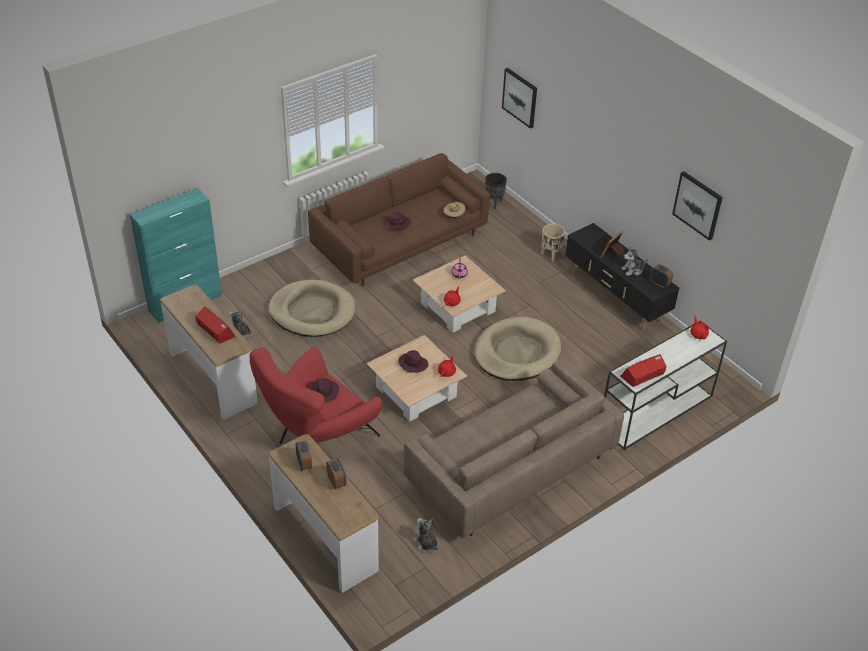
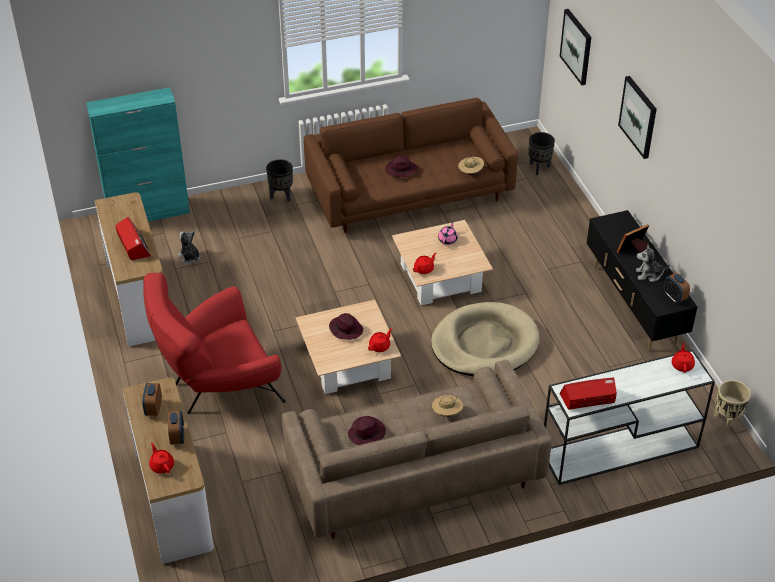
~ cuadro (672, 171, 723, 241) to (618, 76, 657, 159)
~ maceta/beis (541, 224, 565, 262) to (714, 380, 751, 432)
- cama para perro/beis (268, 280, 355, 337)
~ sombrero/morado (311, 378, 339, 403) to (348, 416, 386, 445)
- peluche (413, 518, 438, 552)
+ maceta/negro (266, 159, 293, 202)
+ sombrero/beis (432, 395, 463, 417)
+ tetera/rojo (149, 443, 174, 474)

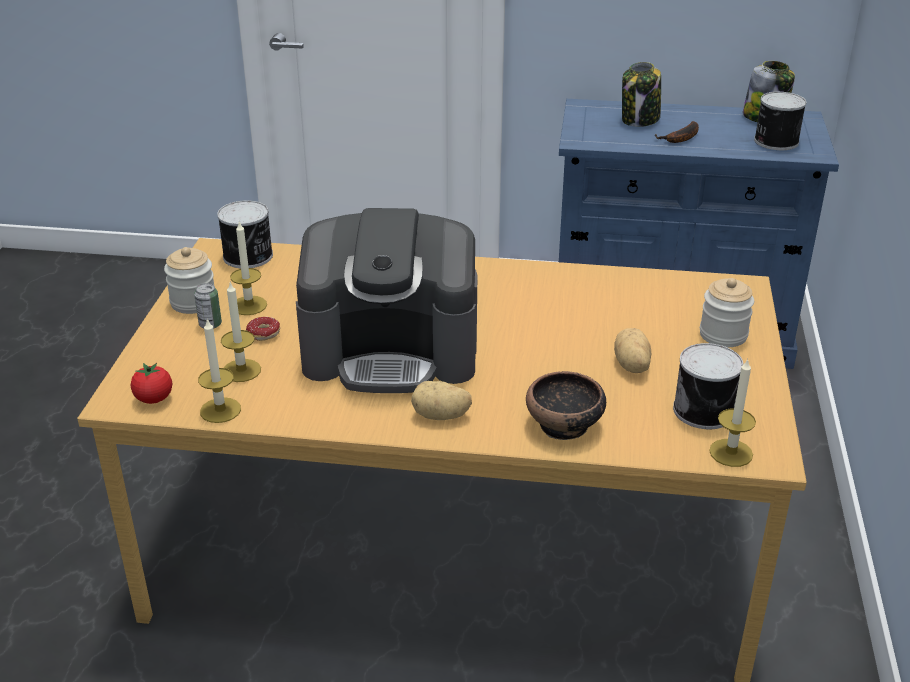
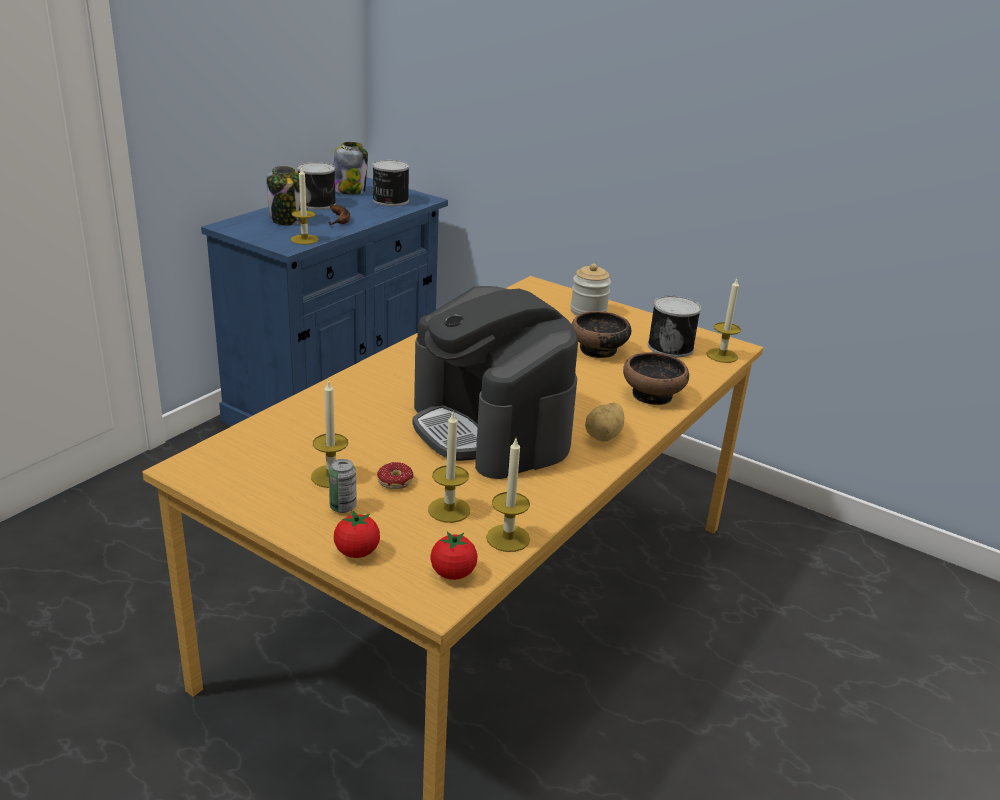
~ lata (217, 200, 273, 268) to (297, 162, 336, 210)
~ cafetera (296, 208, 477, 393) = (413, 286, 578, 479) 120 degrees clockwise
- tarro (164, 247, 214, 314)
~ patata (614, 328, 651, 373) to cuenco (572, 311, 631, 358)
+ vela (291, 168, 318, 244)
+ tomate (334, 510, 380, 558)

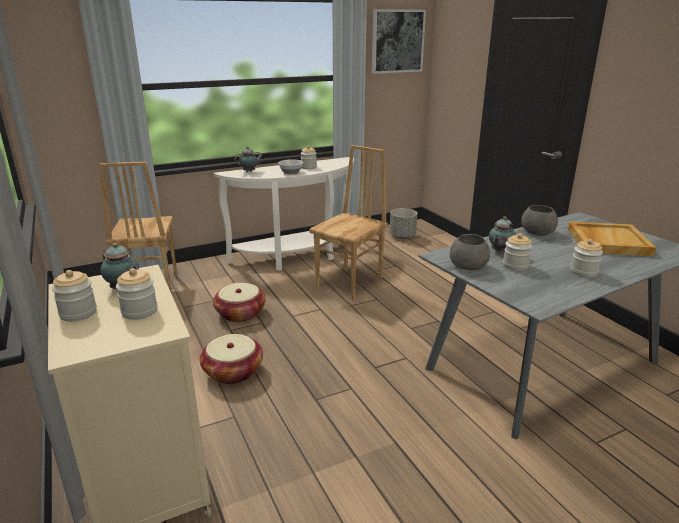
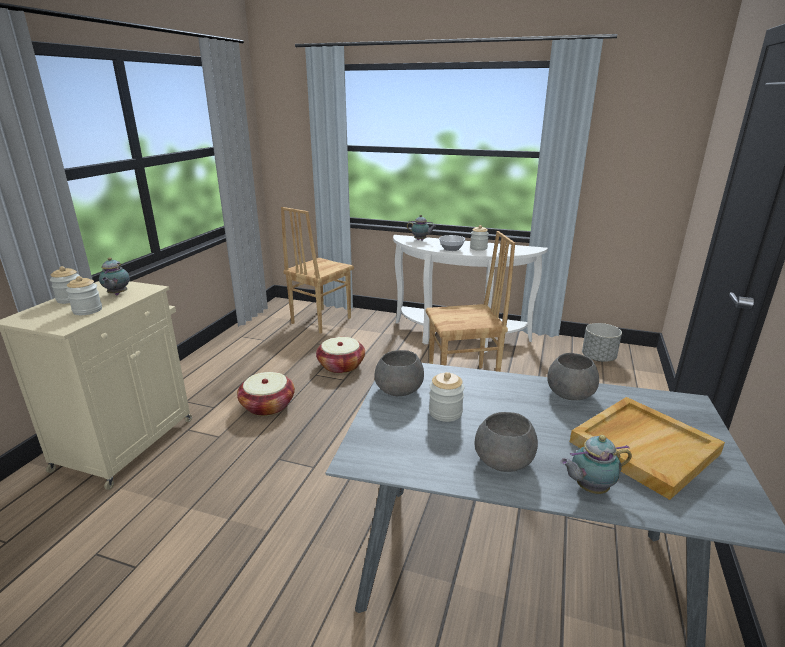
- cuadro (372, 9, 426, 74)
~ tetera (489, 217, 516, 253) to (560, 435, 632, 494)
~ tarro (571, 239, 603, 277) to cuenco/gris (474, 412, 538, 472)

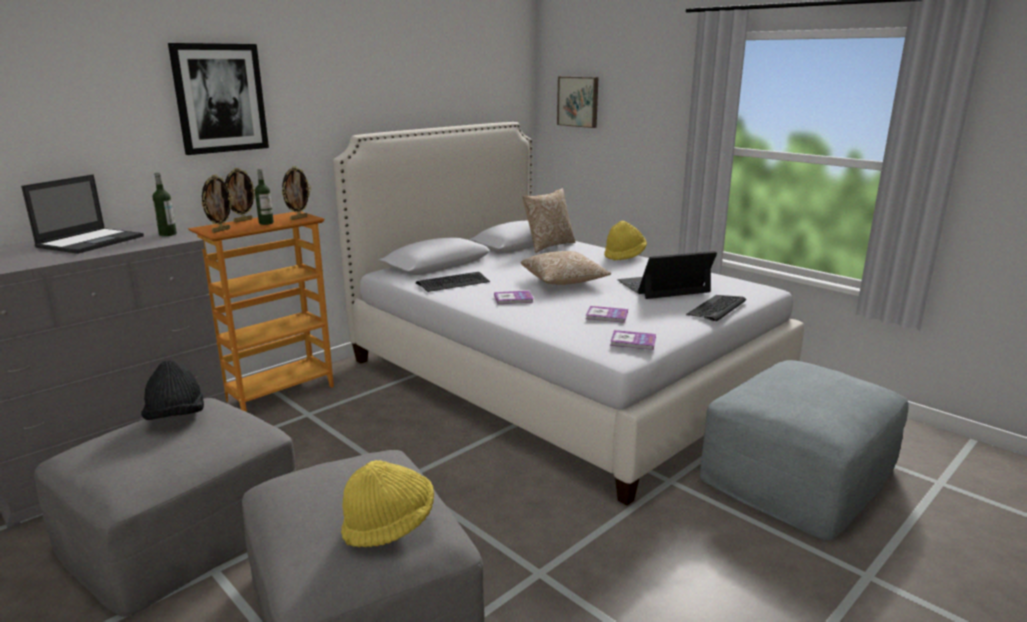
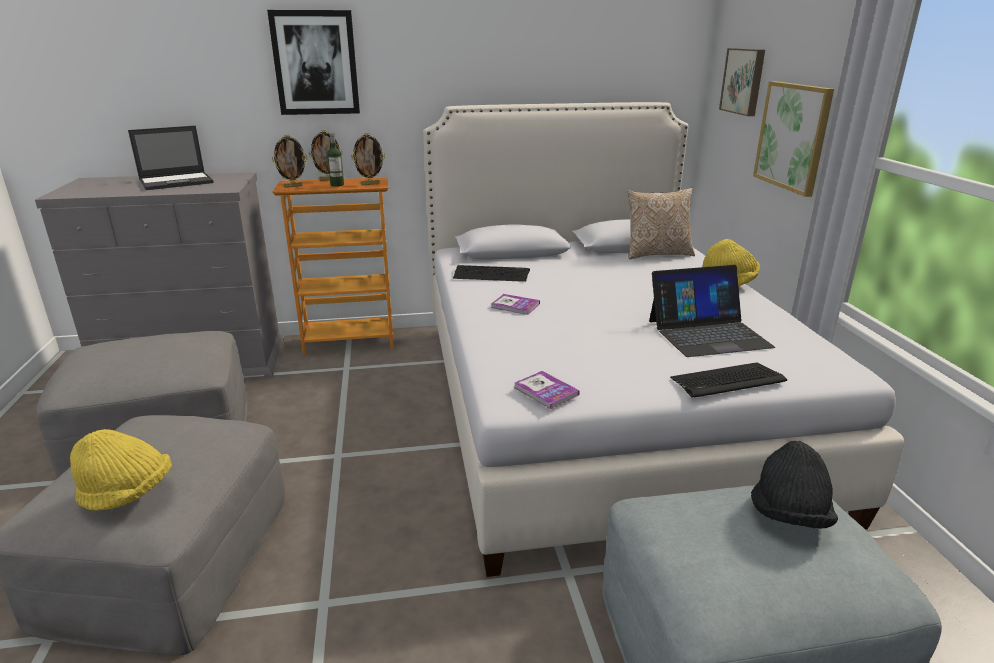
- botella (152, 172, 177, 236)
- cojín (521, 251, 611, 285)
~ portátil (617, 251, 717, 299) = (649, 265, 775, 357) 150 degrees clockwise
- libro (586, 306, 628, 323)
~ sombrero/negro (141, 360, 204, 420) to (751, 441, 838, 529)
+ cuadro (753, 81, 834, 197)

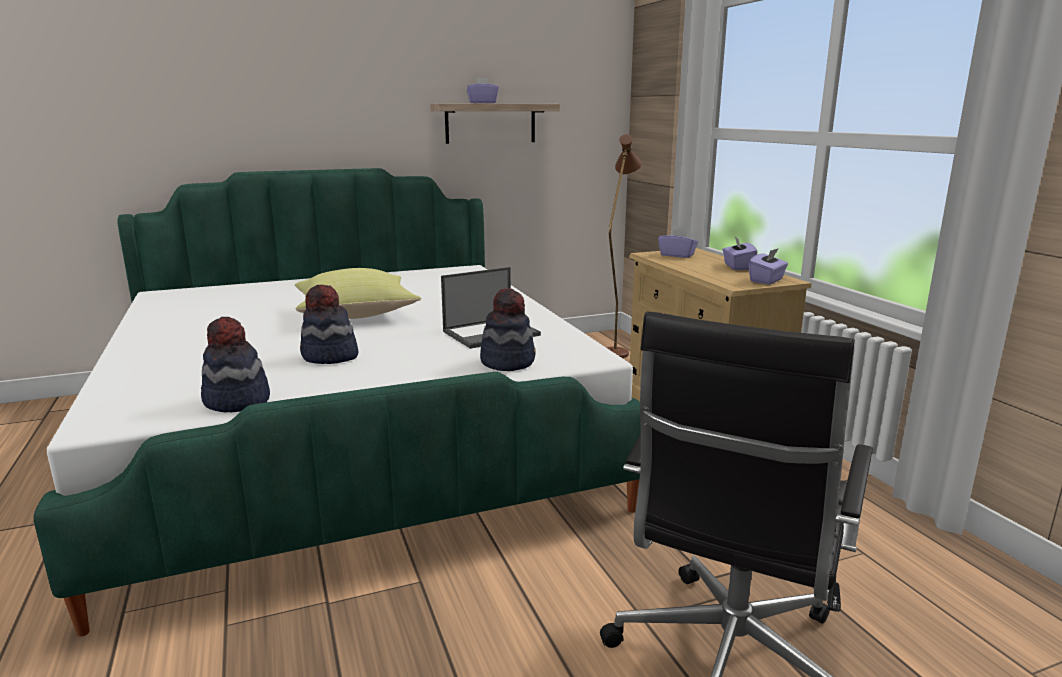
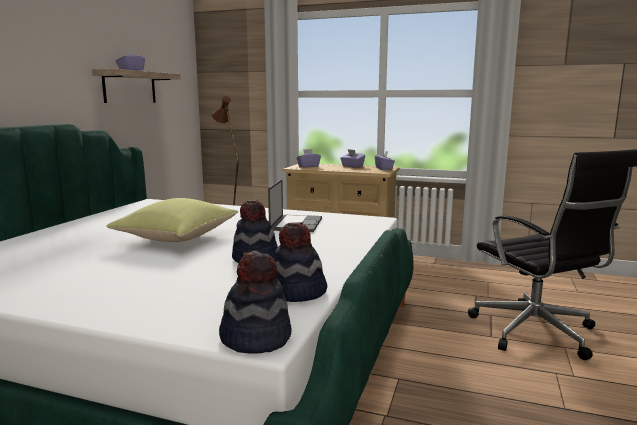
~ sombrero (480, 288, 536, 371) to (219, 251, 291, 354)

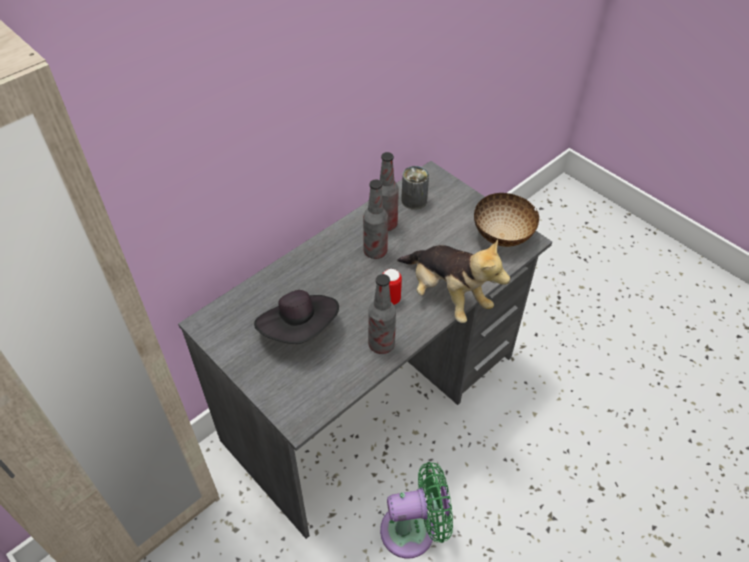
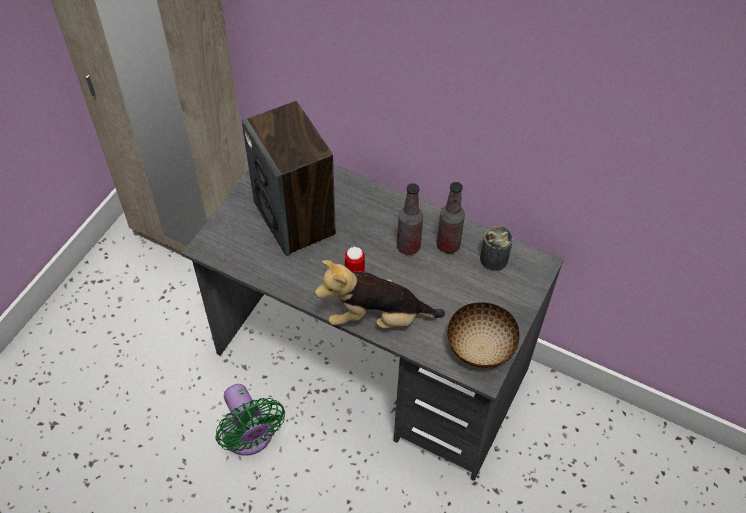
~ peluche (397, 239, 510, 323) = (315, 260, 445, 328) 60 degrees clockwise
- botella (368, 274, 396, 354)
~ sombrero/negro (254, 290, 339, 344) to altavoz (242, 101, 336, 256)

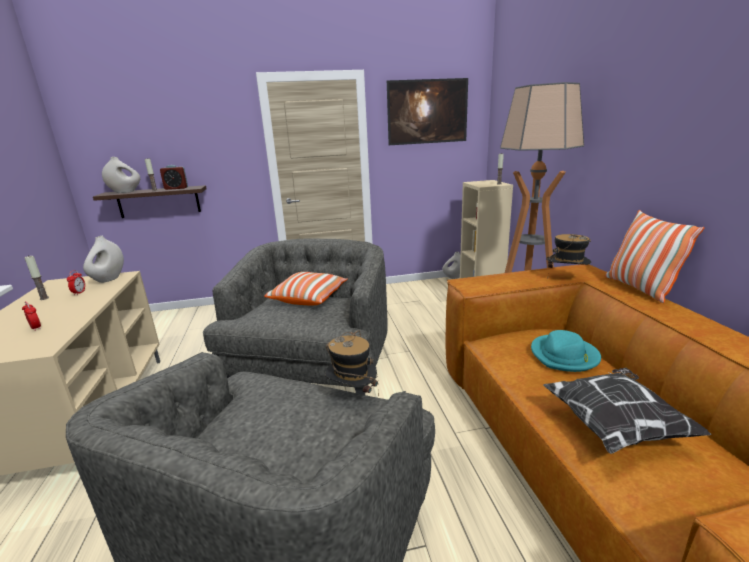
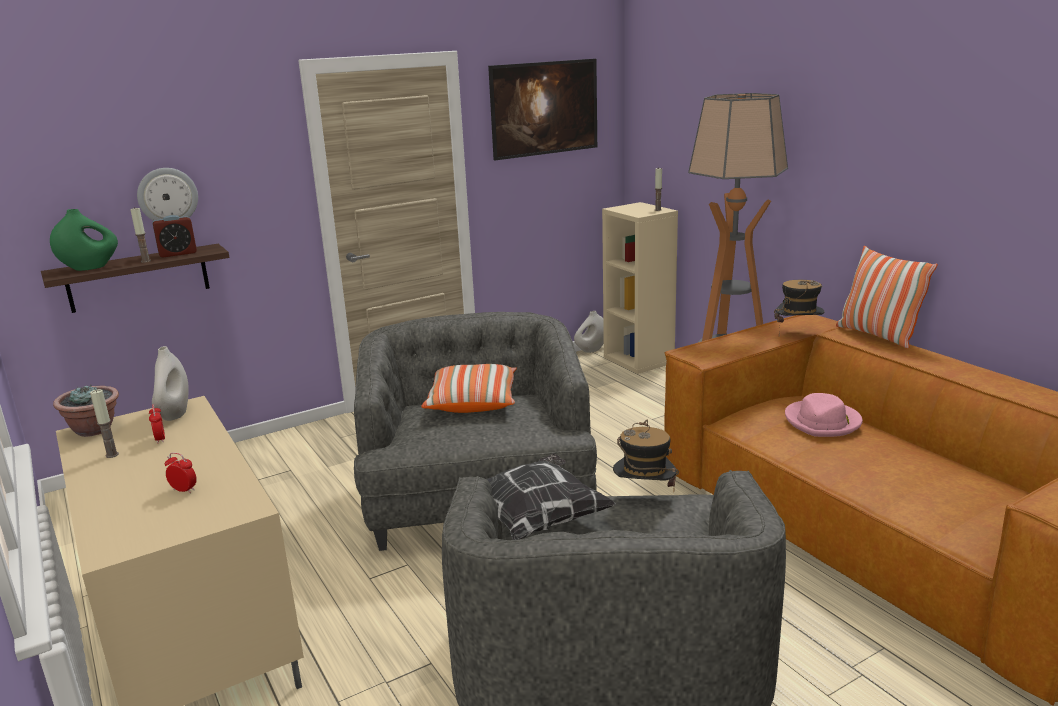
~ florero/blanco (102, 157, 140, 193) to florero/verde (50, 209, 118, 271)
~ sombrero/turquesa (531, 330, 601, 372) to sombrero/rosa (785, 393, 863, 437)
~ cojín (543, 368, 712, 454) to (487, 453, 616, 540)
+ reloj de pared (137, 168, 198, 221)
+ planta en maceta (53, 384, 119, 437)

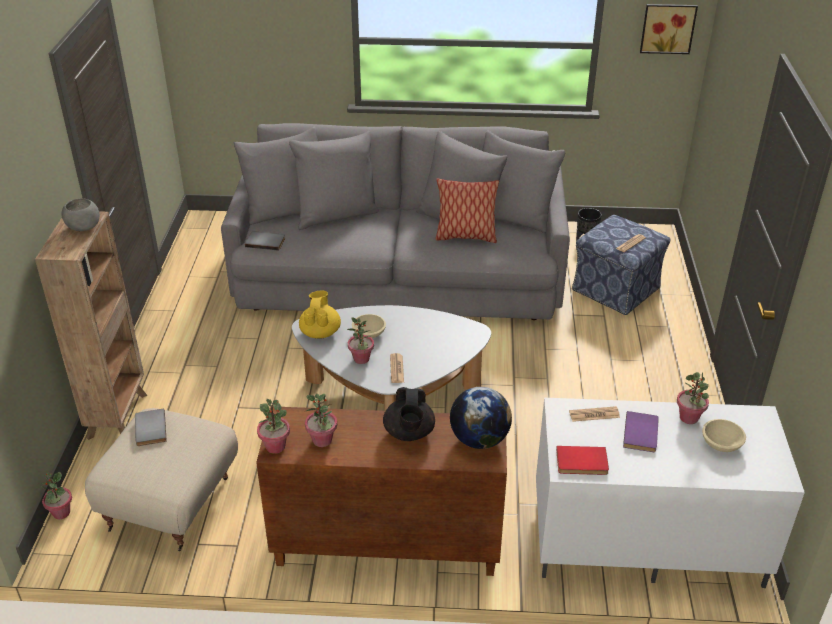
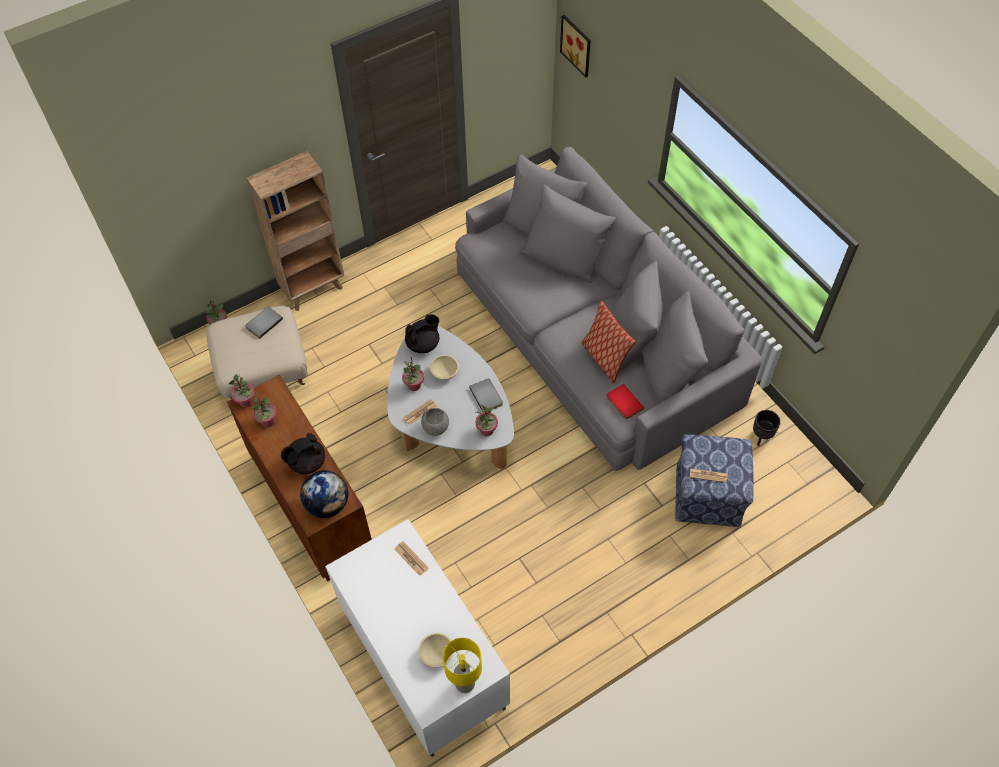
~ cuadro (640, 4, 698, 54) to (560, 15, 591, 78)
~ cuenco/gris (61, 198, 100, 231) to (421, 408, 449, 436)
~ libro/gris (245, 231, 285, 251) to (469, 378, 503, 411)
~ tetera/amarillo (299, 290, 341, 339) to tetera/negro (405, 314, 440, 353)
~ planta en maceta (677, 372, 709, 424) to (475, 404, 498, 436)
- libro/morado (623, 411, 659, 452)
~ libro/rojo (556, 446, 609, 475) to (606, 384, 644, 420)
+ lámpara de mesa/amarillo (443, 638, 482, 693)

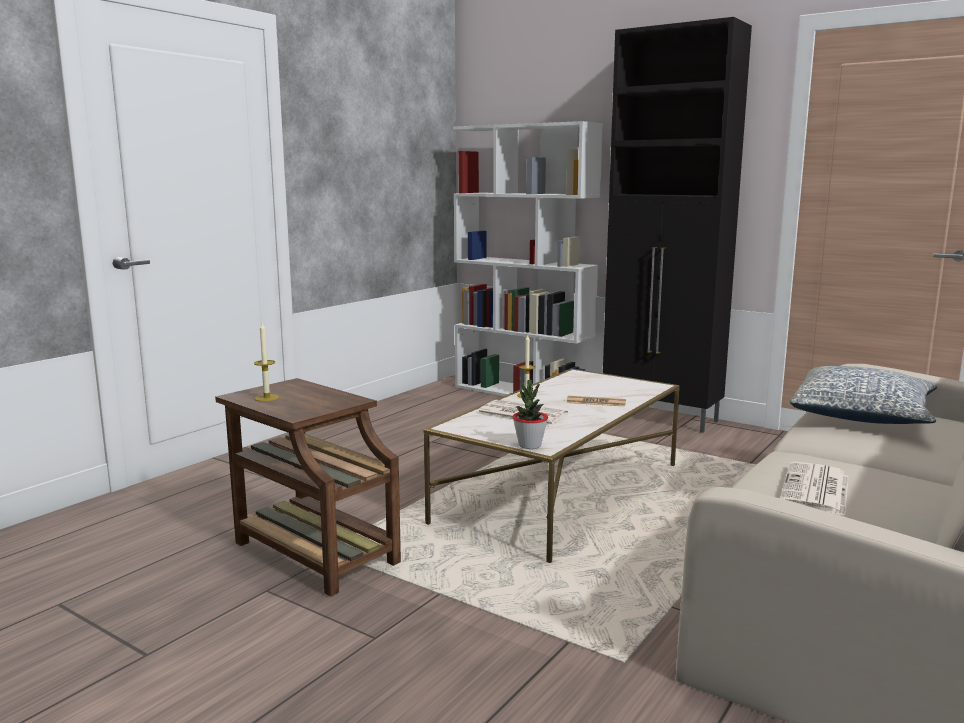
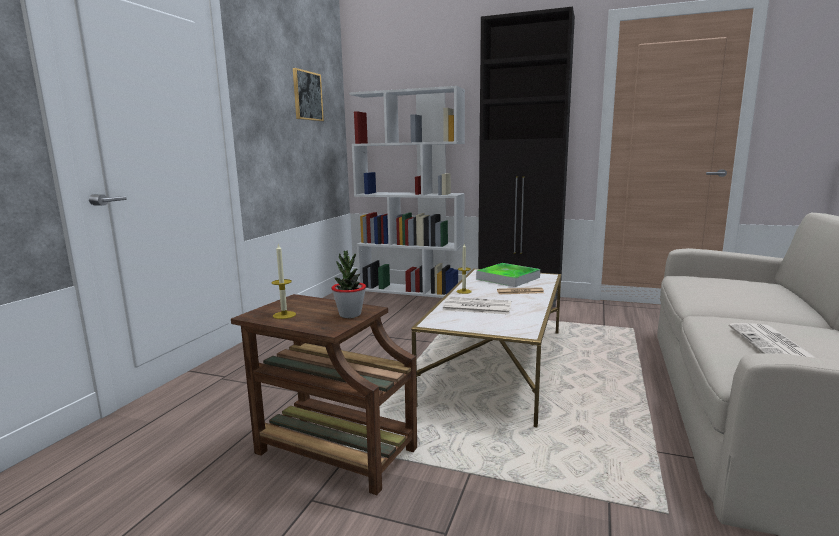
- cojín (790, 366, 937, 424)
~ planta en maceta (513, 380, 548, 449) to (331, 251, 366, 318)
+ cuadro (293, 68, 324, 121)
+ bandeja (476, 263, 540, 287)

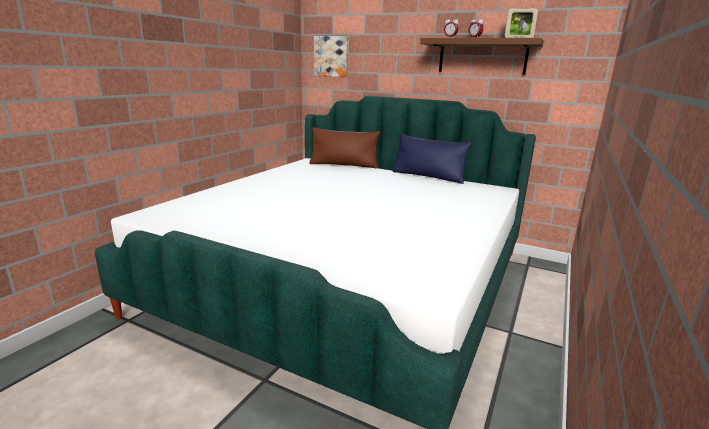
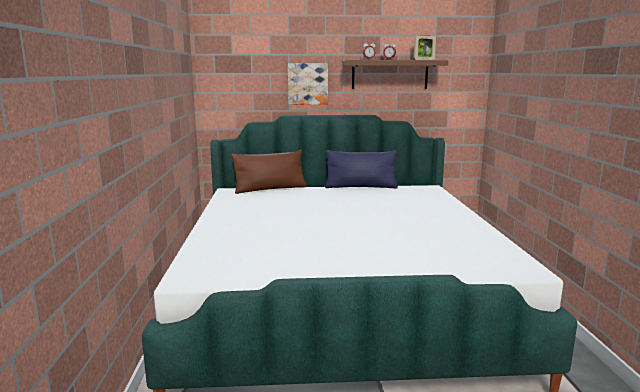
~ cuadro (314, 36, 349, 77) to (288, 63, 328, 105)

